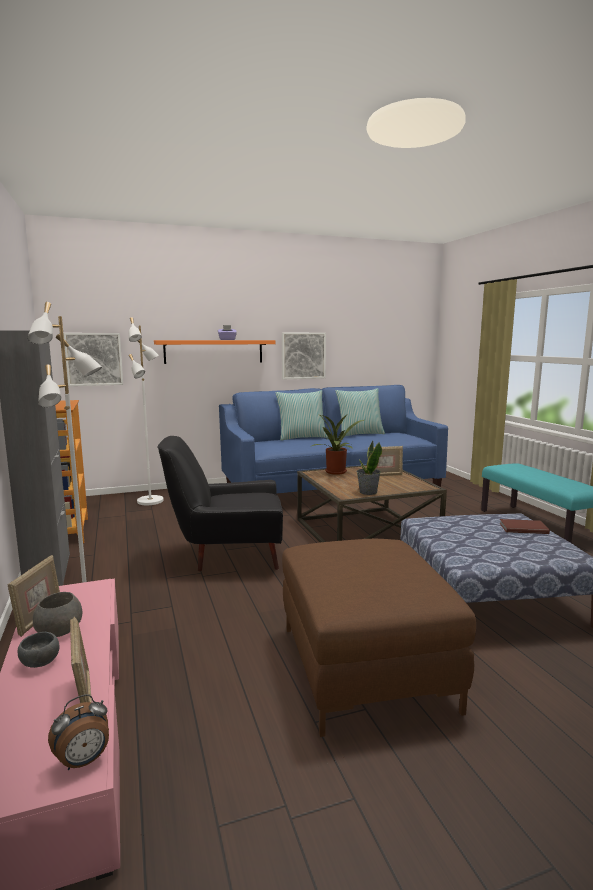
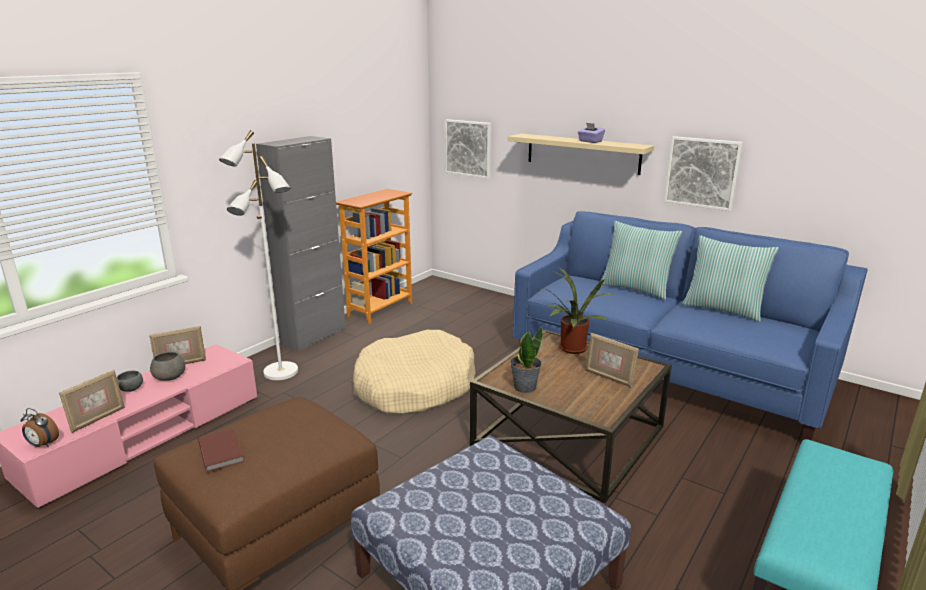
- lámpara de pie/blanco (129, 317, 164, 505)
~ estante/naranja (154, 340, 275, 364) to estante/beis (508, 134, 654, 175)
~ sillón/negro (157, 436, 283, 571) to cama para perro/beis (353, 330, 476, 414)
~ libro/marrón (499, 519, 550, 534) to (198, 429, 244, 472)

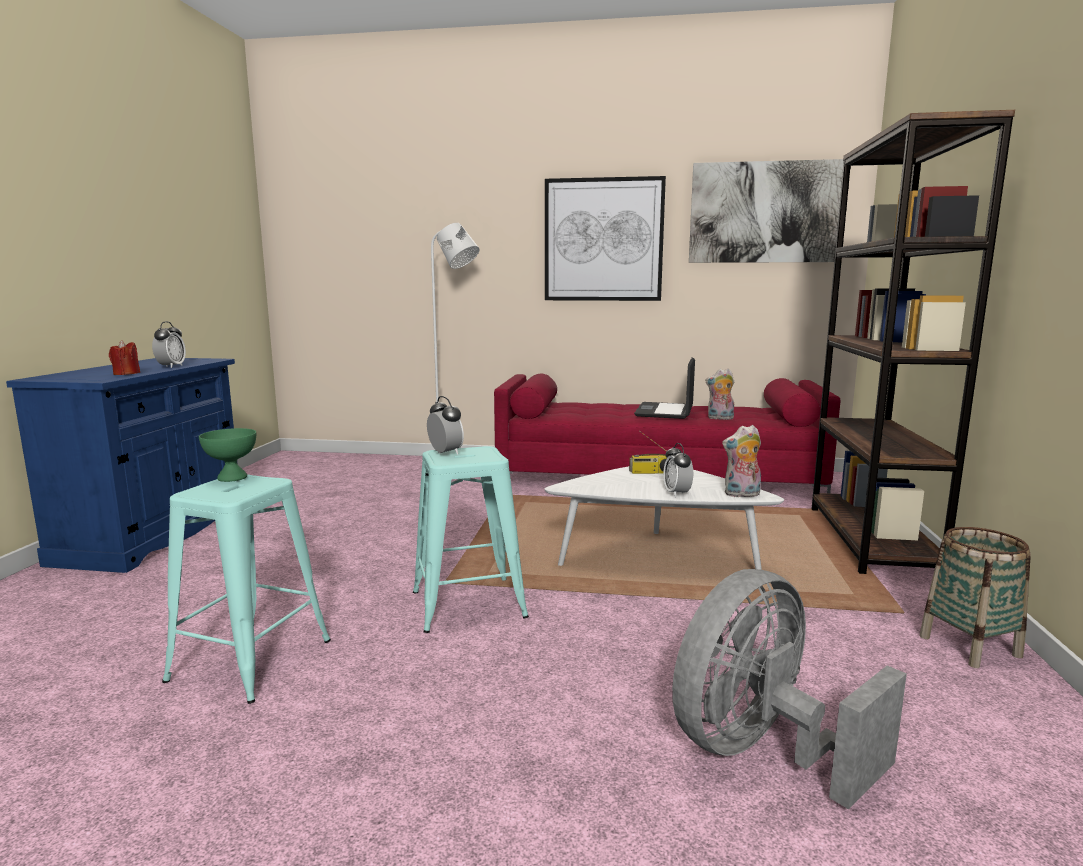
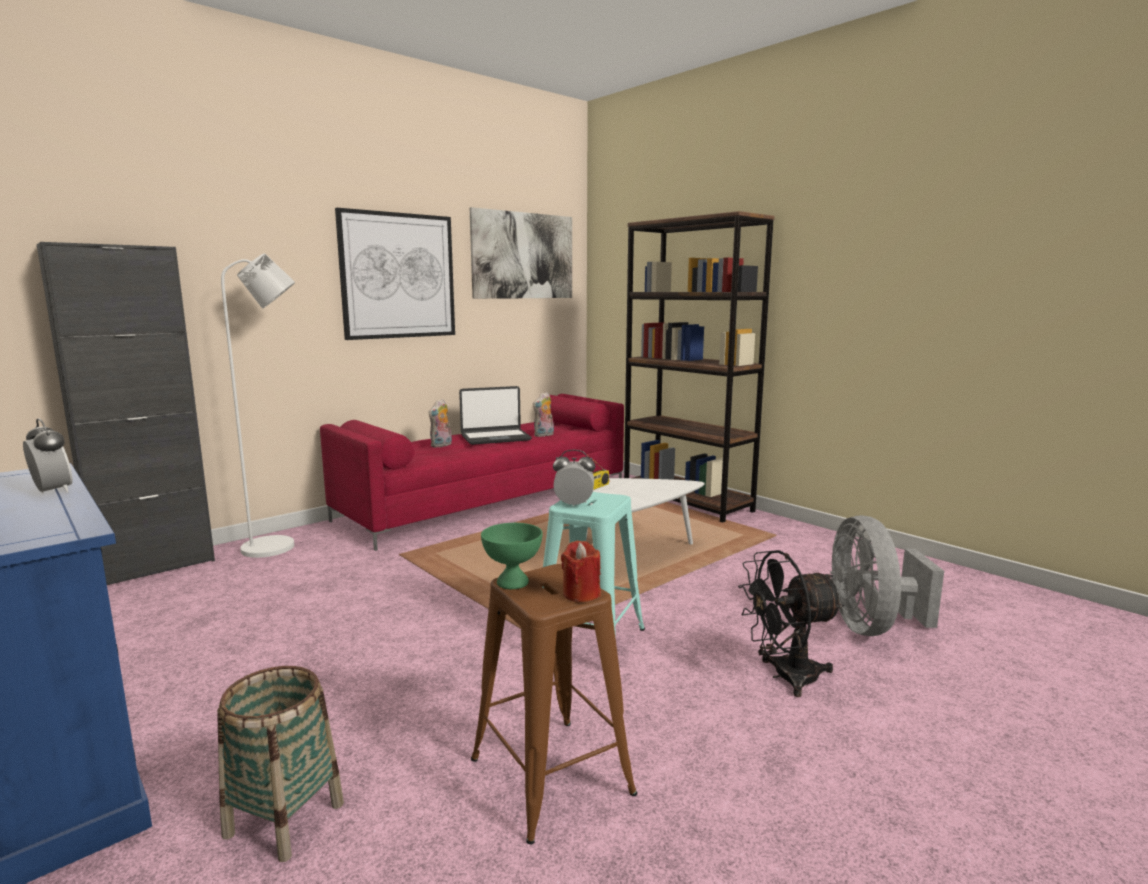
~ vela/rojo (109, 341, 140, 375) to (561, 541, 601, 602)
~ portátil (634, 357, 695, 419) = (459, 386, 532, 445) 75 degrees counterclockwise
~ peluche (722, 425, 761, 497) to (428, 399, 452, 448)
- despertador (663, 443, 693, 497)
~ taburete/turquesa (162, 474, 331, 704) to taburete/marrón (471, 564, 637, 844)
~ cesta (919, 527, 1031, 668) to (217, 666, 344, 862)
+ armario/negro (37, 242, 215, 585)
+ ventilador/negro (738, 550, 844, 697)

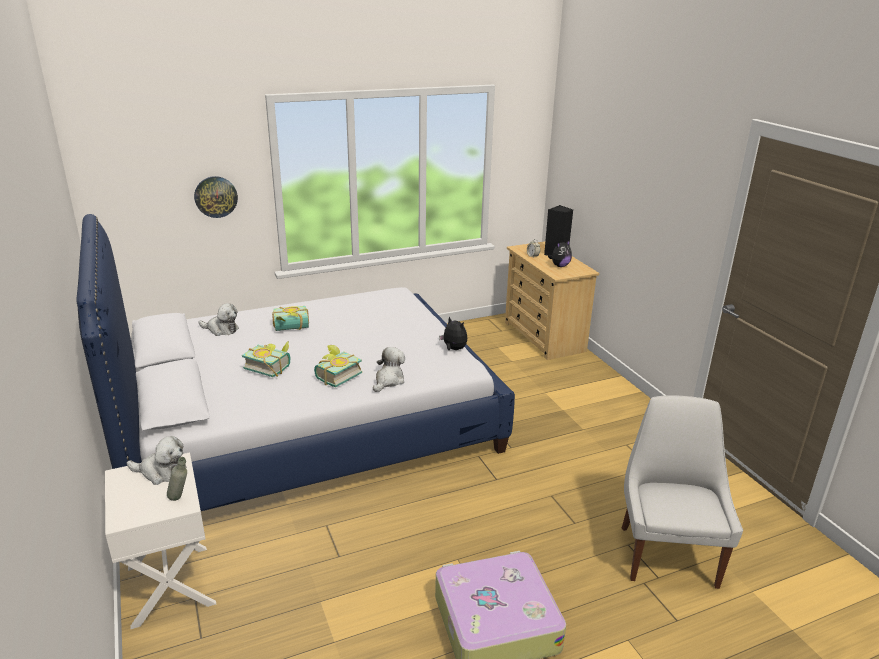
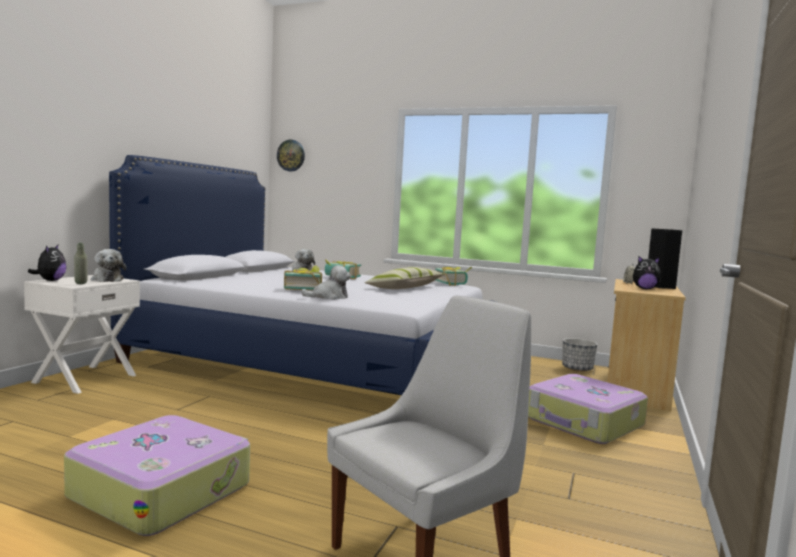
~ reloj de pared (194, 176, 238, 218) to (277, 140, 305, 171)
~ peluche (439, 317, 467, 350) to (28, 245, 66, 281)
~ libro (242, 341, 290, 377) to (435, 267, 472, 286)
+ cojín (364, 267, 444, 289)
+ maceta (562, 338, 598, 372)
+ maleta (528, 374, 648, 444)

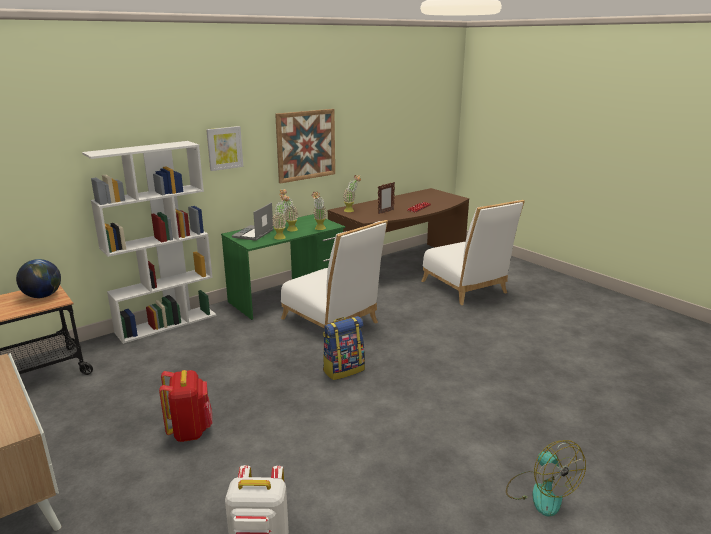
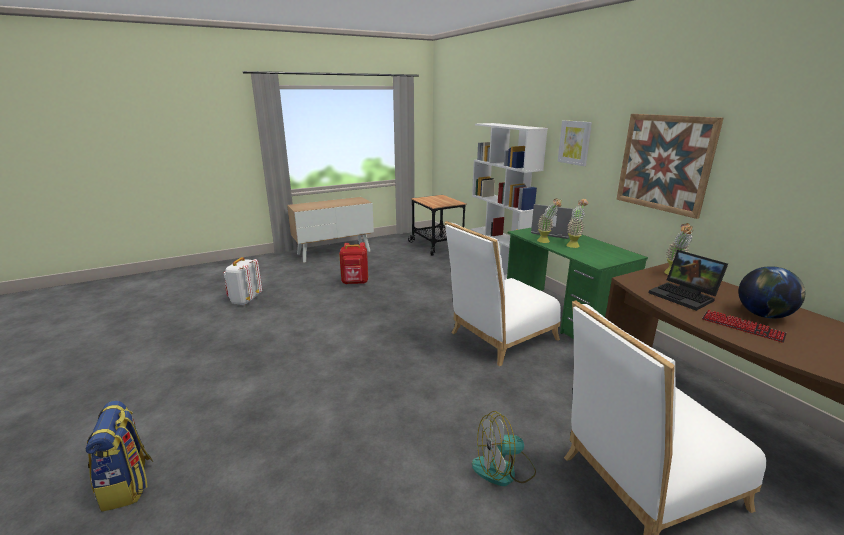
~ portarretratos (378, 182, 395, 214) to portátil (649, 250, 728, 311)
- planta en maceta (311, 192, 327, 230)
~ globo terráqueo (16, 259, 61, 298) to (738, 266, 805, 319)
~ mochila (323, 316, 365, 380) to (86, 401, 154, 512)
~ ventilador (506, 440, 586, 517) to (472, 411, 536, 486)

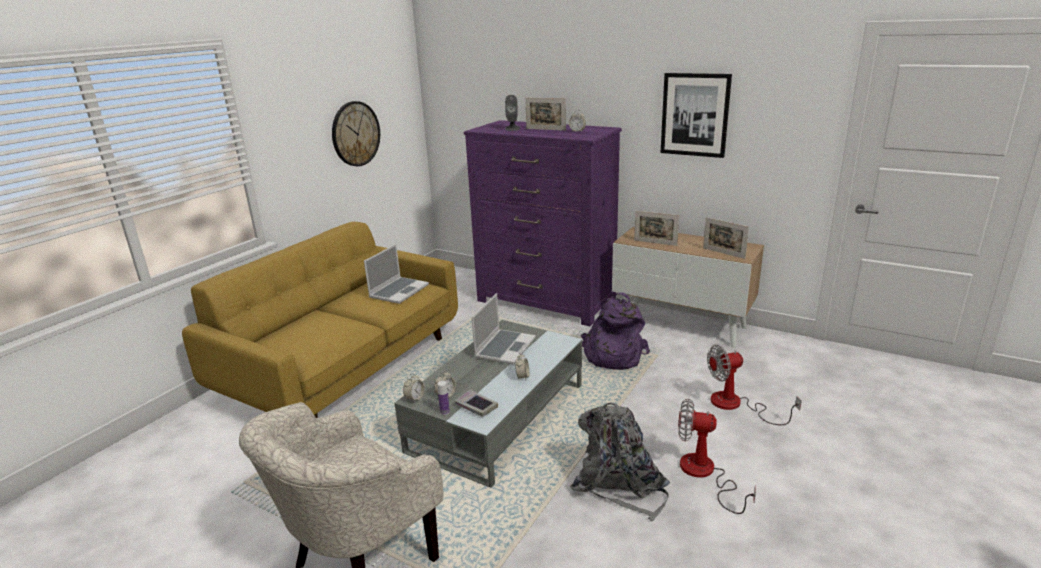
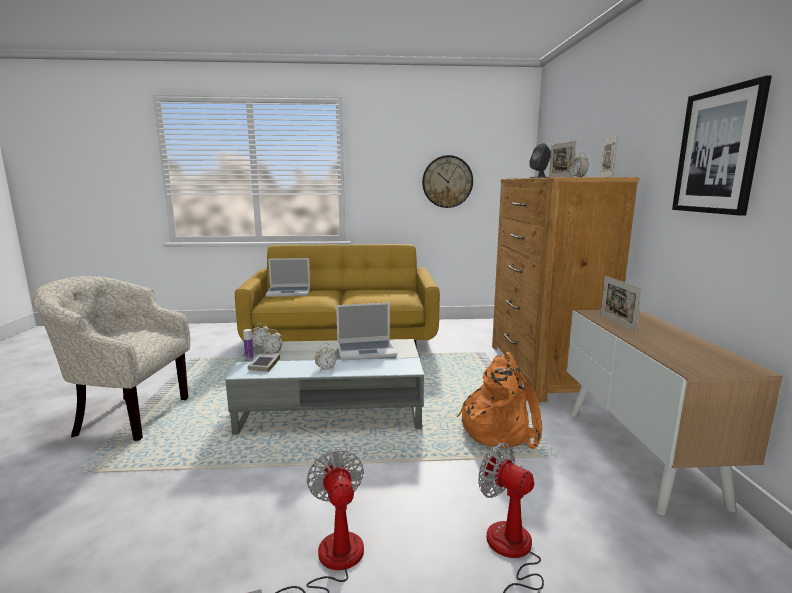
~ cómoda/morado (464, 120, 622, 326) to cómoda/marrón (492, 177, 640, 402)
~ portarretratos (703, 217, 749, 259) to (600, 136, 618, 177)
~ portátil (364, 244, 429, 304) to (266, 258, 310, 297)
~ mochila/morado (581, 292, 650, 370) to mochila/naranja (457, 352, 542, 449)
- mochila/gris (570, 402, 670, 521)

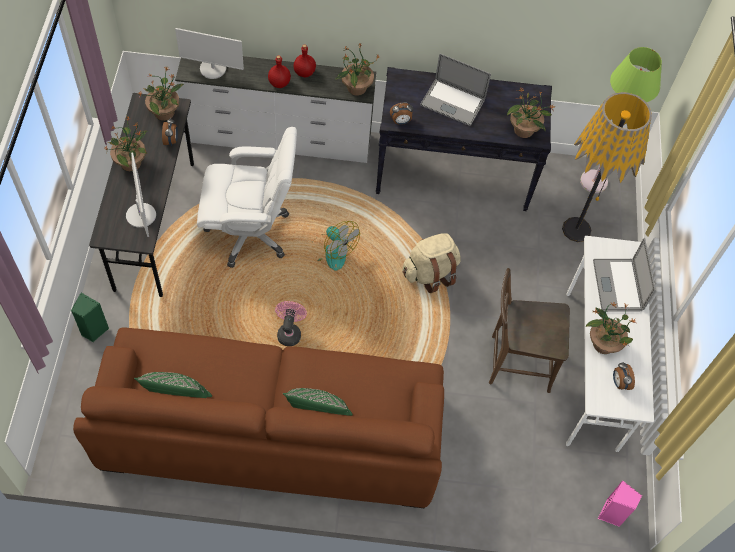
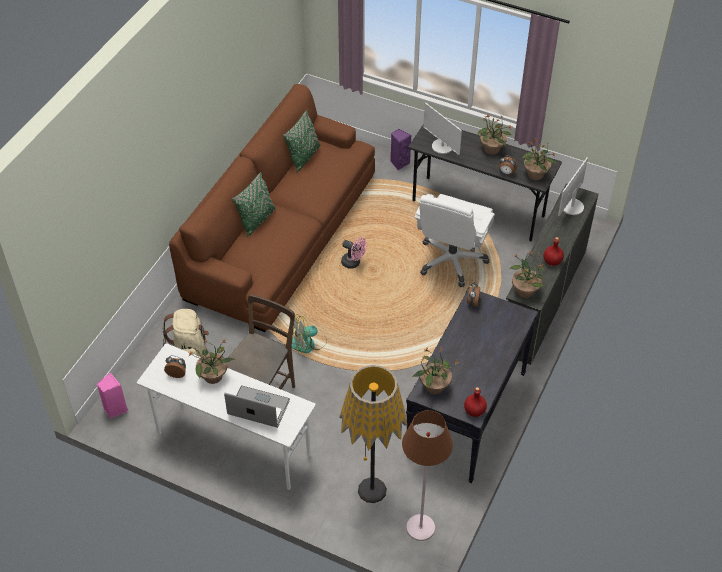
~ lámpara de pie/verde (580, 47, 662, 193) to lámpara de pie/marrón (402, 410, 453, 541)
- portátil (420, 54, 491, 126)
~ botella/rojo (268, 55, 291, 88) to (464, 387, 487, 417)
~ monitor (126, 152, 156, 237) = (423, 102, 462, 155) 45 degrees clockwise
~ ventilador (317, 221, 360, 270) to (292, 314, 327, 353)
~ mochila/beis (402, 233, 461, 293) to (163, 309, 209, 357)
~ altavoz/verde (71, 293, 109, 342) to altavoz/morado (390, 129, 411, 171)

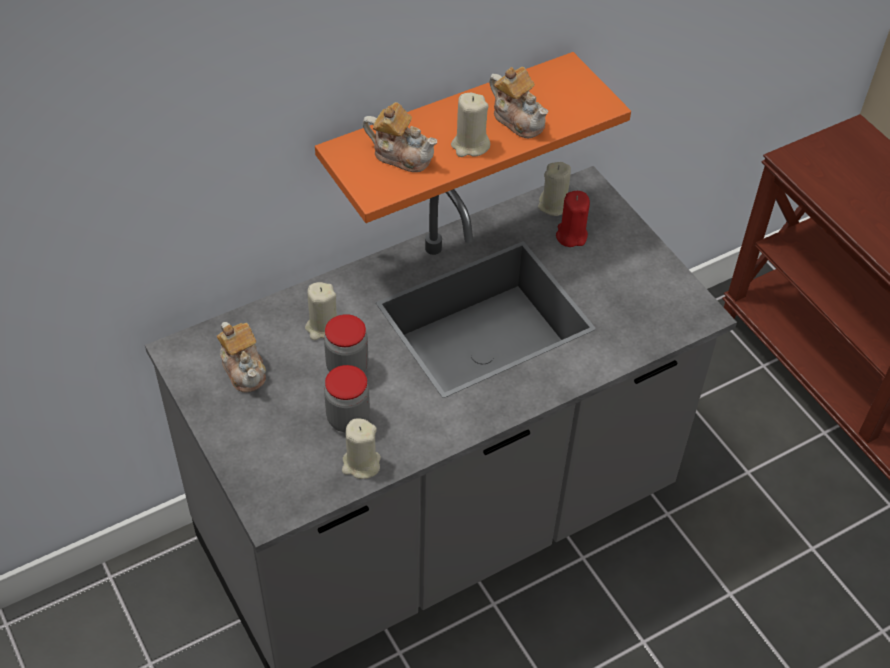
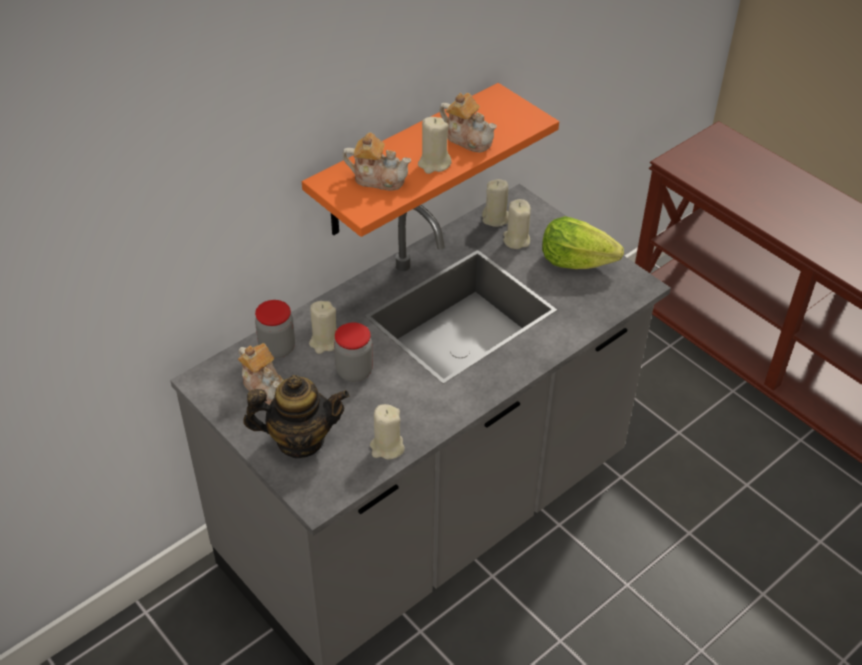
~ vela/rojo (556, 191, 590, 247) to vela/beis (503, 199, 531, 249)
~ tarro (324, 365, 370, 433) to (255, 300, 295, 359)
+ lechuga (542, 216, 624, 269)
+ tetera (243, 375, 349, 458)

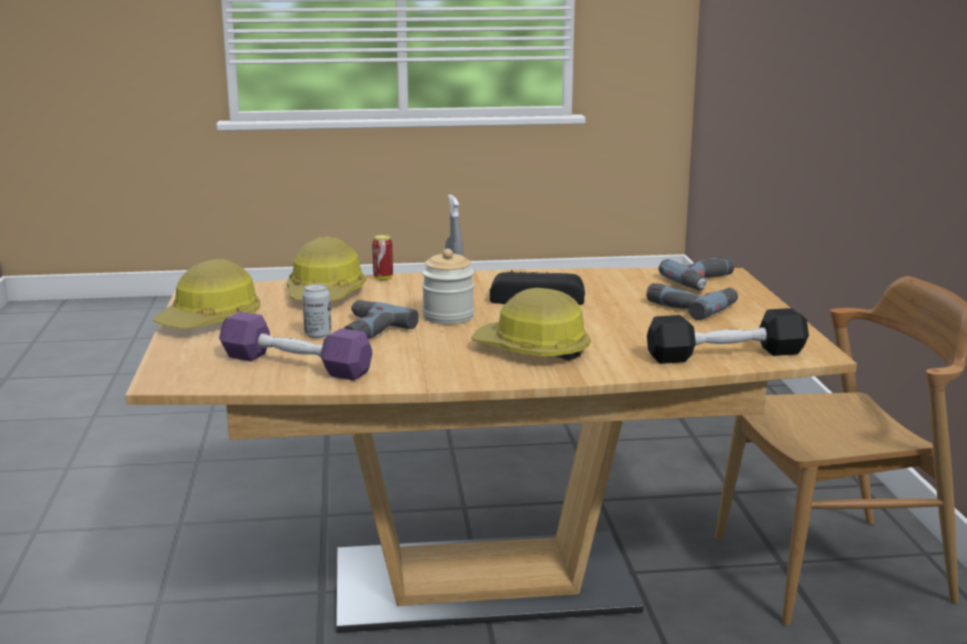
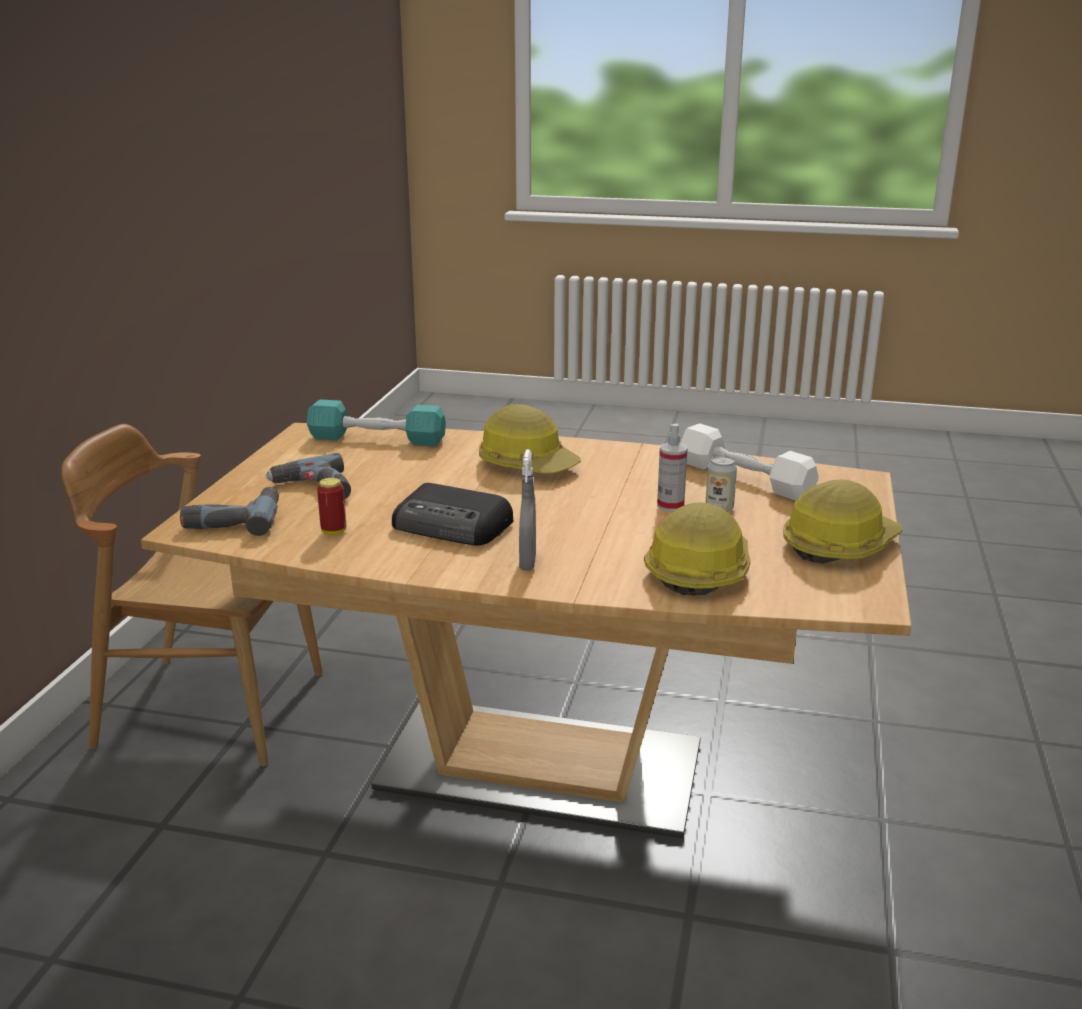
~ lata (372, 235, 393, 280) to (317, 478, 346, 535)
- tarro (422, 249, 474, 324)
~ taladro (343, 300, 419, 339) to pulverizador (657, 424, 688, 512)
~ mancuerna/negro (647, 308, 809, 364) to mancuerna/turquesa (307, 399, 446, 446)
~ mancuerna/morado (219, 312, 373, 381) to mancuerna/blanco (681, 423, 819, 501)

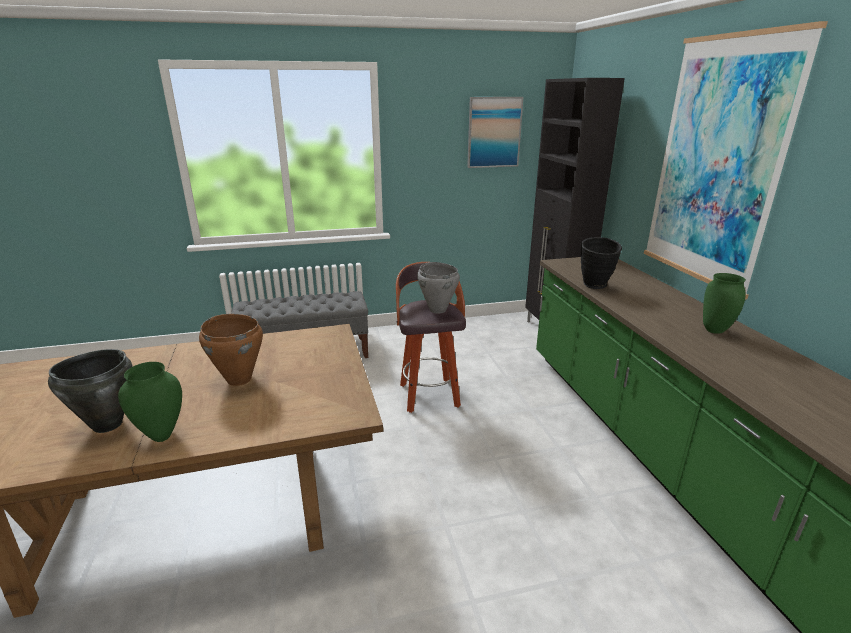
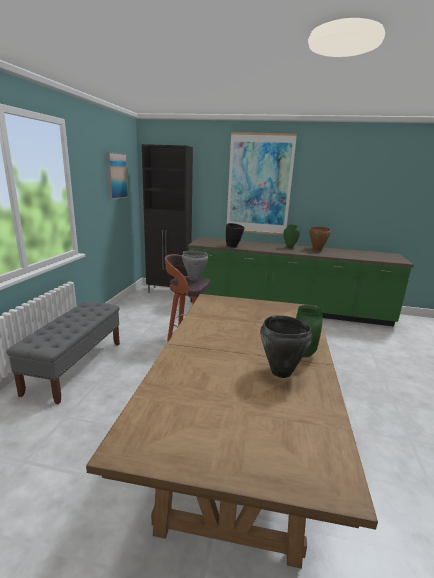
~ olla/marrón (199, 314, 263, 386) to (309, 227, 331, 251)

